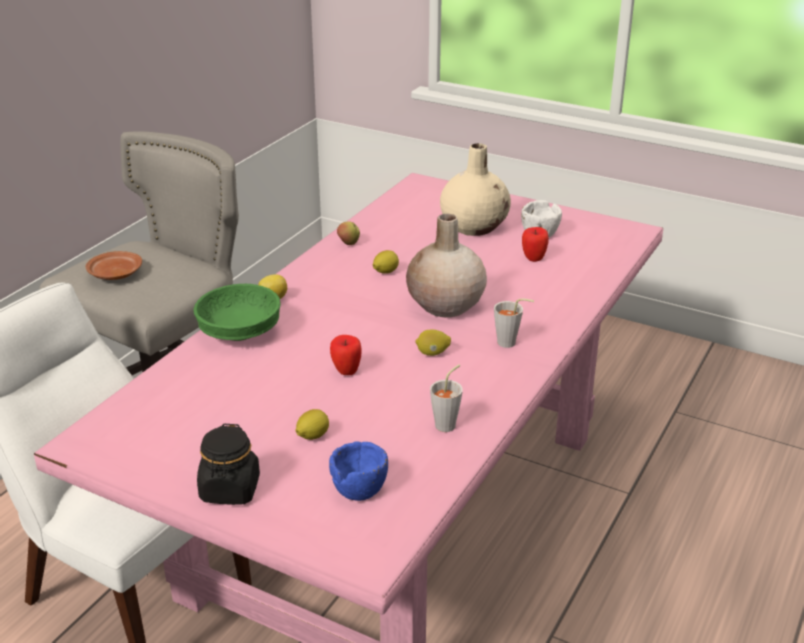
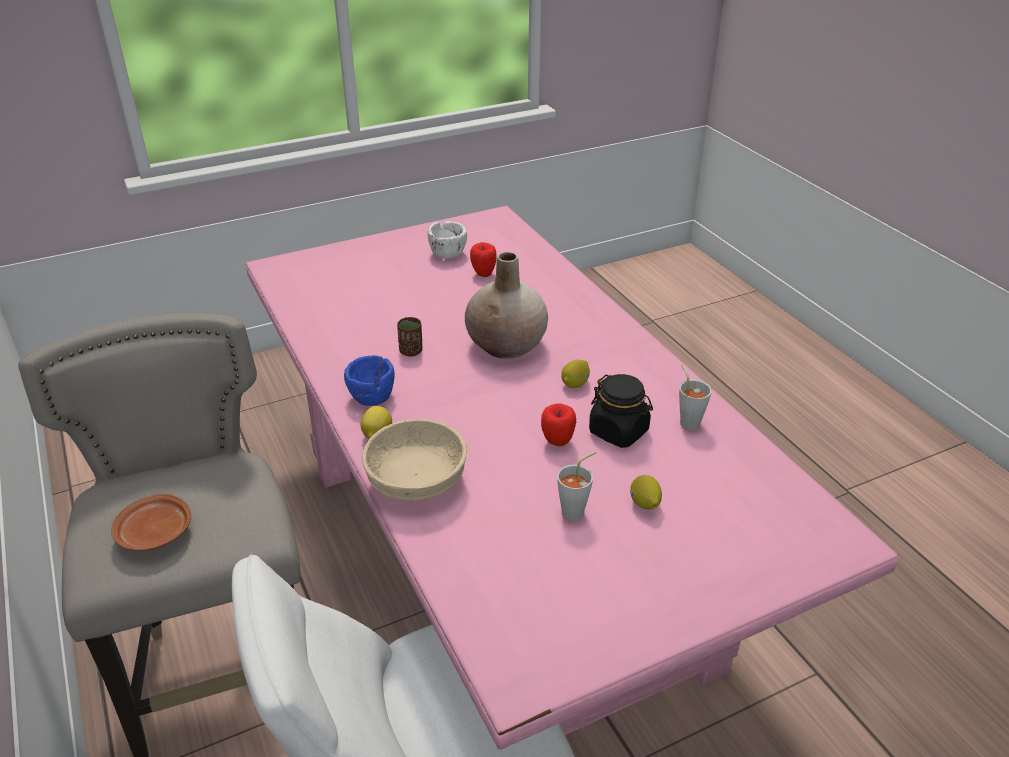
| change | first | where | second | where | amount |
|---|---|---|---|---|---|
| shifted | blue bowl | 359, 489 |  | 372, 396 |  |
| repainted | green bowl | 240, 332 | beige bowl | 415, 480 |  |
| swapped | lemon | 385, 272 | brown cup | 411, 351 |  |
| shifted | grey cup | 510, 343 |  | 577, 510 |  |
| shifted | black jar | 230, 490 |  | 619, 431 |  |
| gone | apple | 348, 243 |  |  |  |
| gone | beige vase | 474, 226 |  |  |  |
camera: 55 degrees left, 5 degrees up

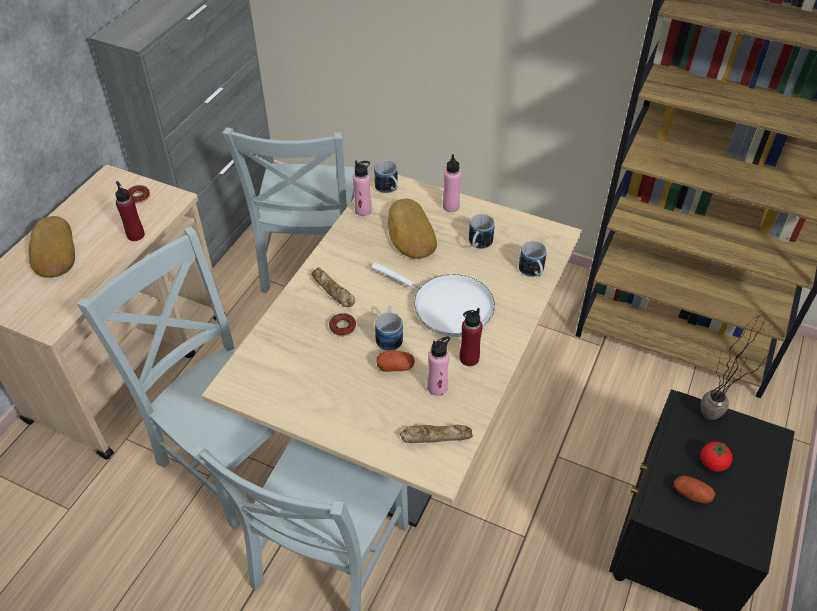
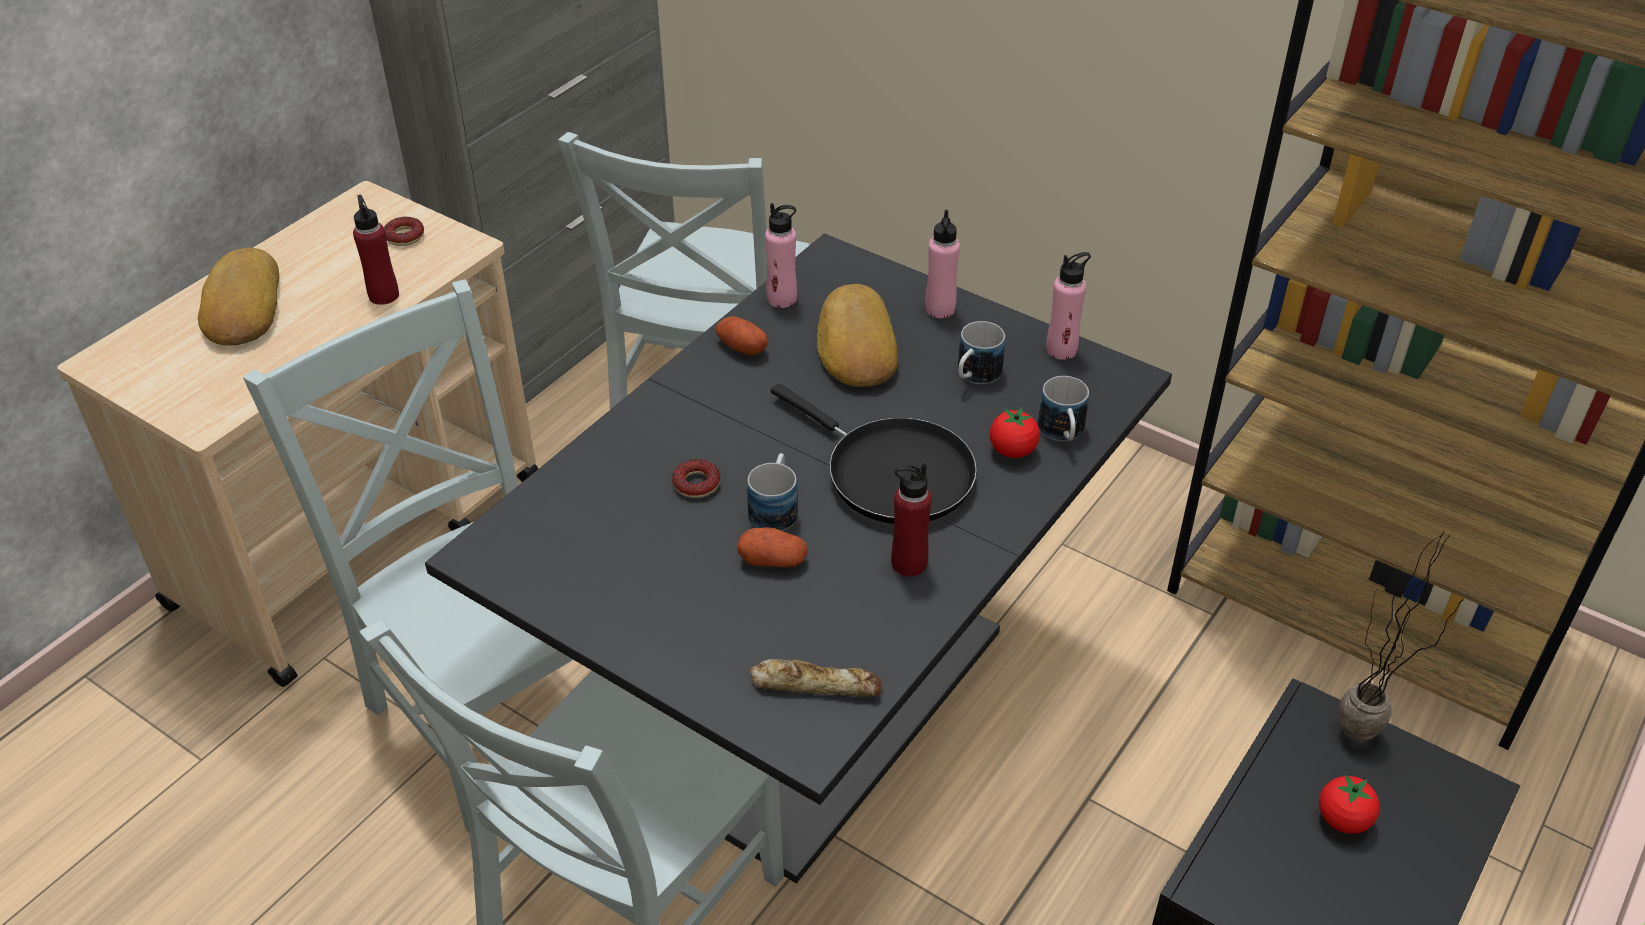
| change | first | where | second | where | amount |
|---|---|---|---|---|---|
| repainted | beige dining table | 408, 424 | black dining table | 822, 703 |  |
| shifted | potato | 691, 494 |  | 741, 347 |  |
| repainted | white frying pan | 447, 307 | black frying pan | 891, 473 |  |
| new |  |  | tomato | 1012, 450 |  |
| shifted | pink bottle | 437, 387 |  | 1061, 349 |  |
| gone | bread | 332, 291 |  |  |  |
| gone | mug | 388, 189 |  |  |  |
camera: 10 degrees right, 5 degrees down

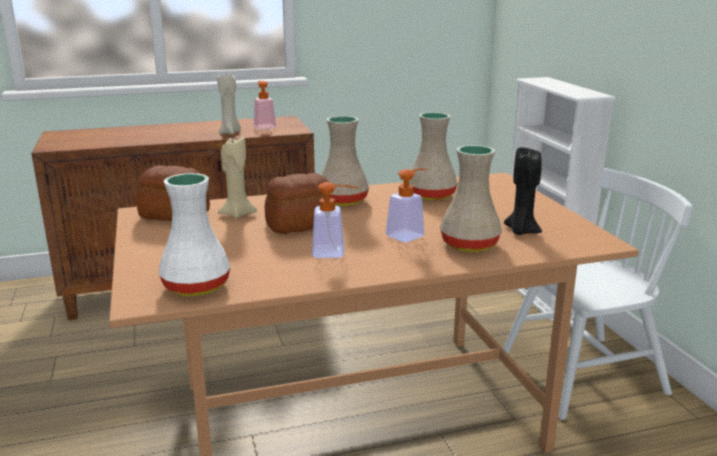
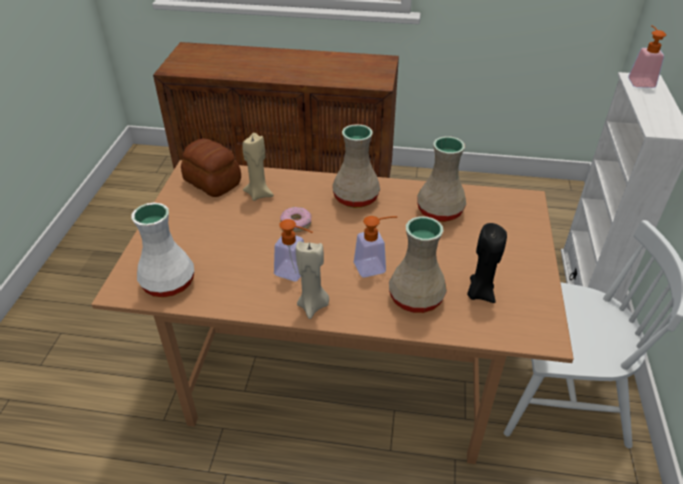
| change | first | where | second | where | amount |
|---|---|---|---|---|---|
| swapped | bread | 299, 224 | donut | 296, 223 |  |
| shifted | beige candle | 230, 133 |  | 313, 306 |  |
| shifted | soap dispenser | 264, 126 |  | 639, 81 |  |
camera: 25 degrees right, 20 degrees up

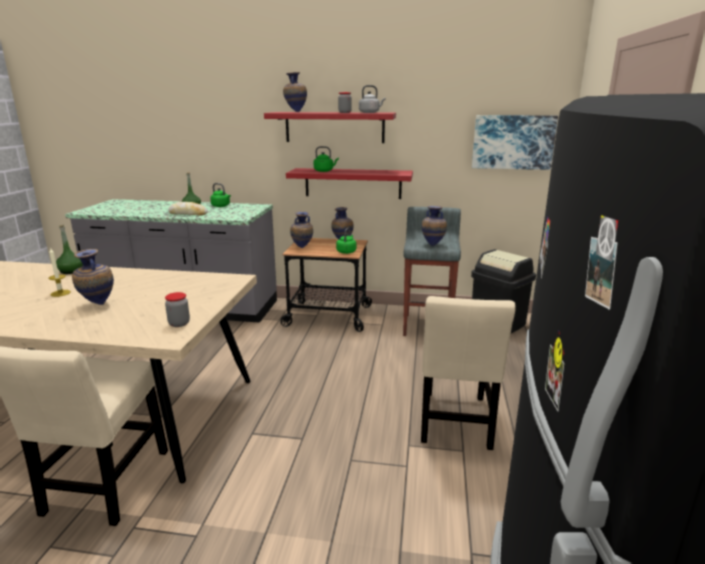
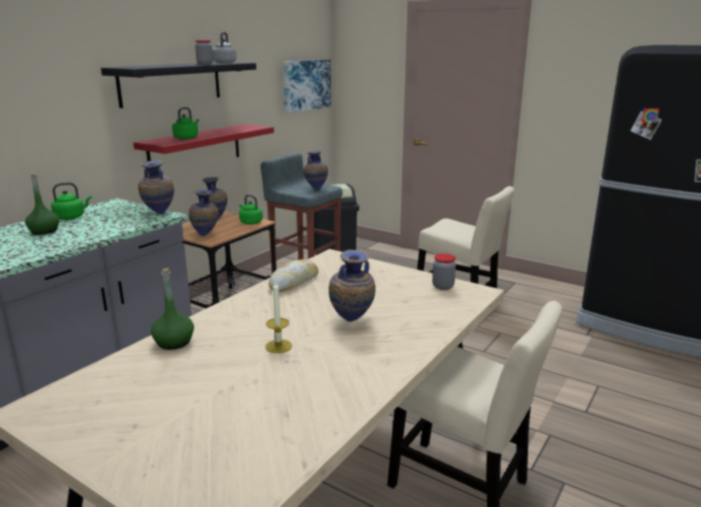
| change | first | where | second | where | amount |
|---|---|---|---|---|---|
| repainted | red shelf | 334, 127 | black shelf | 171, 83 |  |
| shifted | vase | 295, 112 |  | 158, 214 |  |
| shifted | bread | 188, 214 |  | 294, 281 |  |
camera: 65 degrees left, 0 degrees up

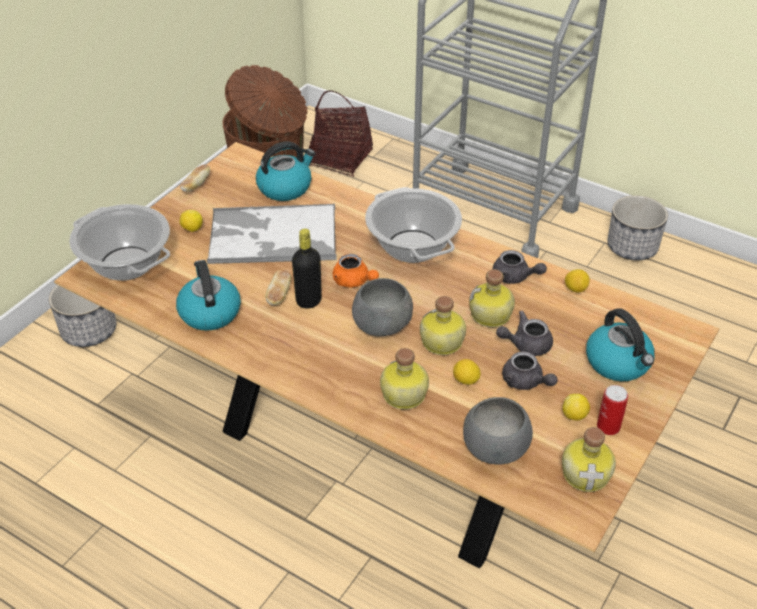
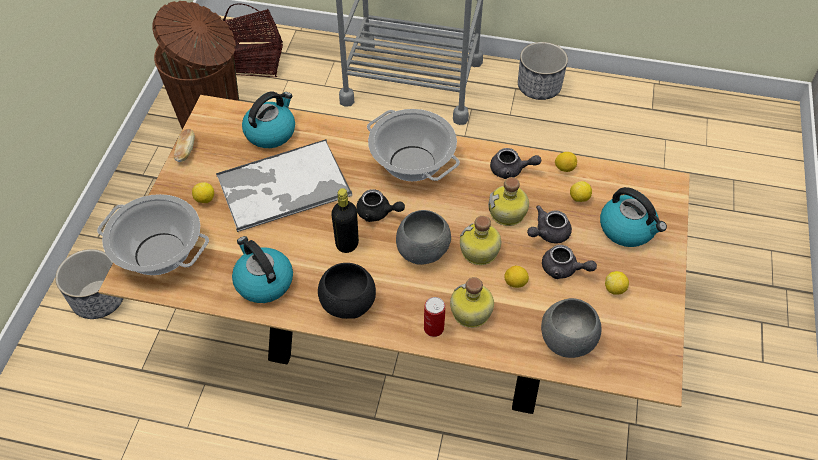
| change | first | where | second | where | amount |
|---|---|---|---|---|---|
| new |  |  | black bowl | 347, 305 |  |
| repainted | orange teapot | 354, 281 | black teapot | 378, 213 |  |
| shifted | can | 608, 426 |  | 433, 328 |  |
| new |  |  | lemon | 579, 198 |  |
| gone | bread | 279, 294 |  |  |  |
| gone | bottle | 587, 473 |  |  |  |
camera: 20 degrees left, 10 degrees up

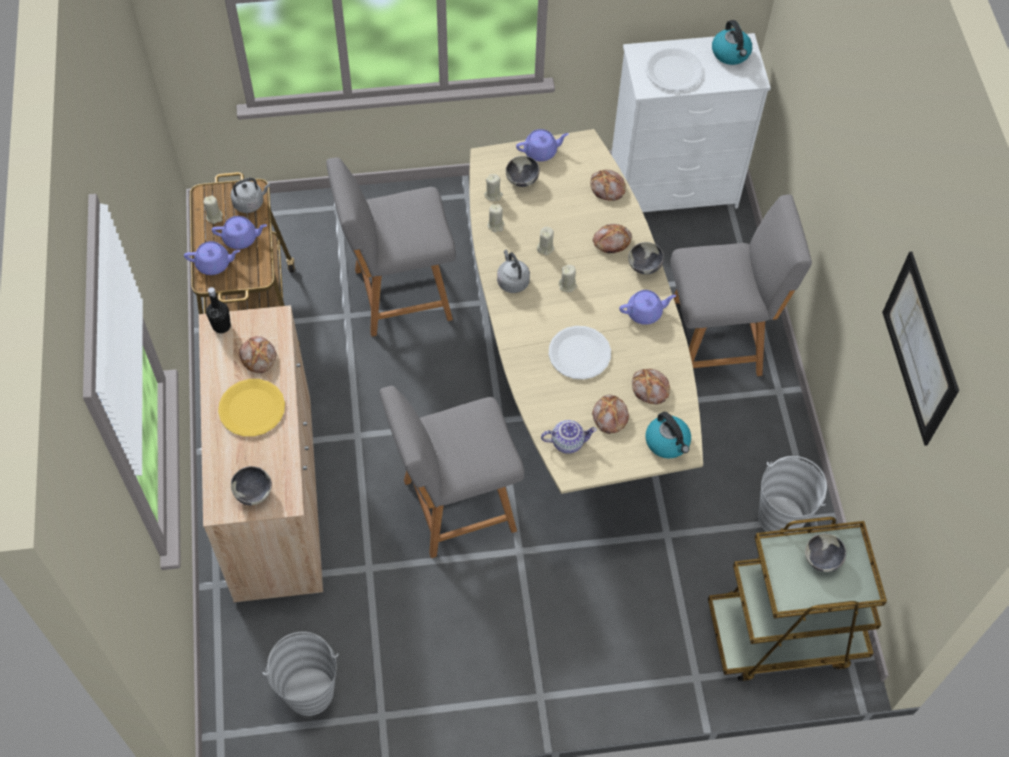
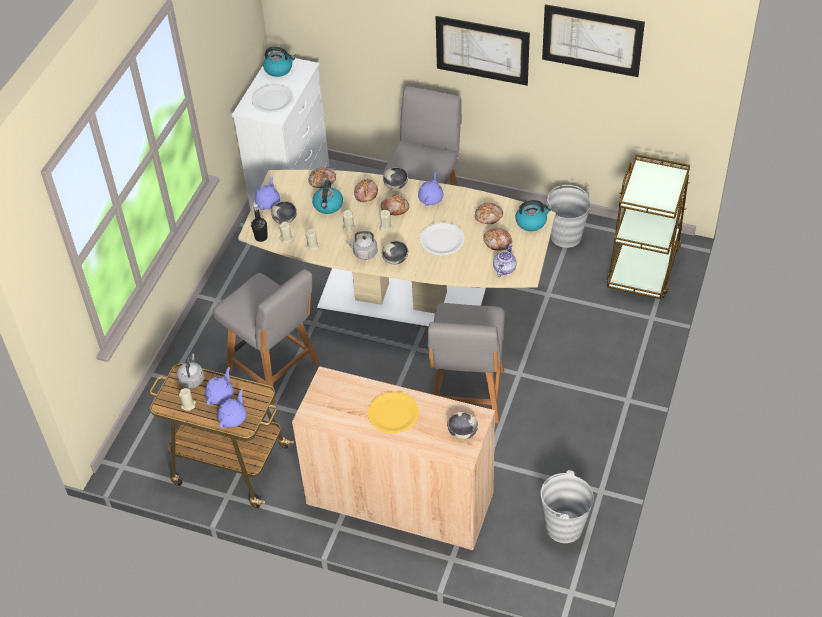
| change | first | where | second | where | amount |
|---|---|---|---|---|---|
| rotated | grey chair | 398, 295 |  | 275, 369 | 60 degrees counterclockwise |
| shifted | black bottle | 221, 326 |  | 261, 237 |  |
| new |  |  | kettle | 328, 206 |  |
| shifted | bread | 259, 357 |  | 395, 208 |  |
| shifted | bowl | 822, 559 |  | 395, 260 |  |
| new |  |  | picture | 482, 50 |  |
camera: 60 degrees left, 10 degrees down

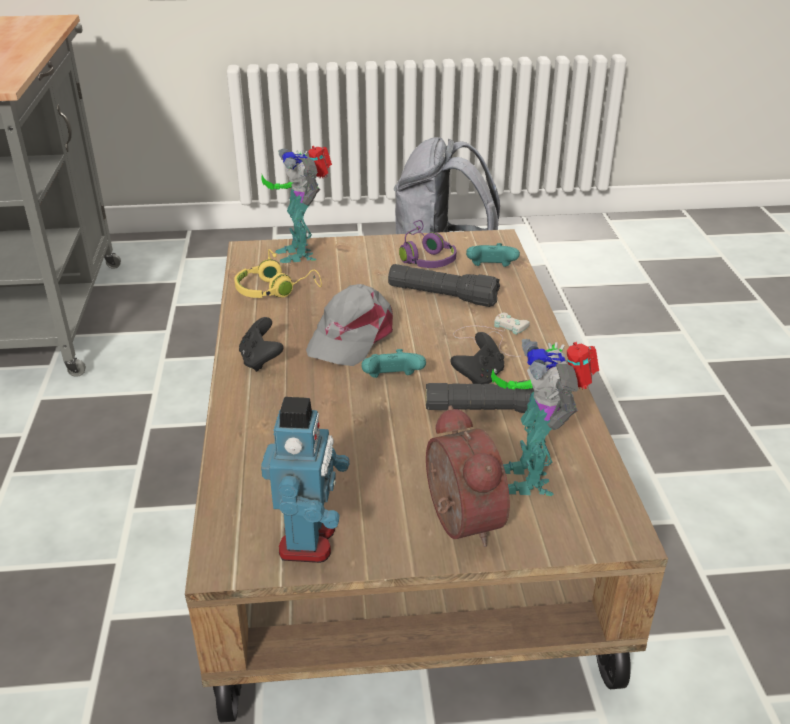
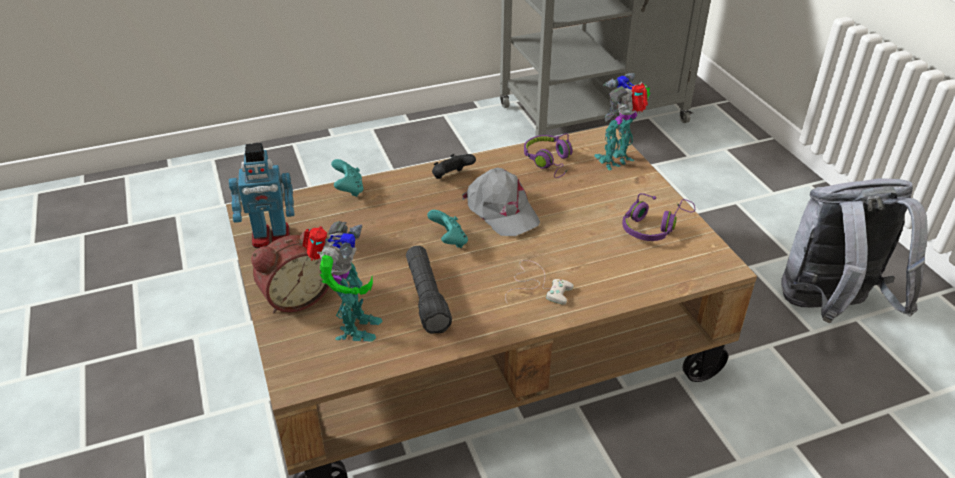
| change | first | where | second | where | amount |
|---|---|---|---|---|---|
| rotated | toy robot | 531, 475 |  | 352, 328 | 120 degrees clockwise |
| shifted | turquoise game controller | 491, 269 |  | 349, 190 |  |
| rotated | grey cap | 351, 336 |  | 501, 210 | 135 degrees counterclockwise |
| repainted | yellow headphones | 275, 290 | purple headphones | 550, 162 |  |
| gone | black flashlight | 442, 296 |  |  |  |
| gone | black game controller | 479, 377 |  |  |  |
camera: 75 degrees right, 5 degrees up

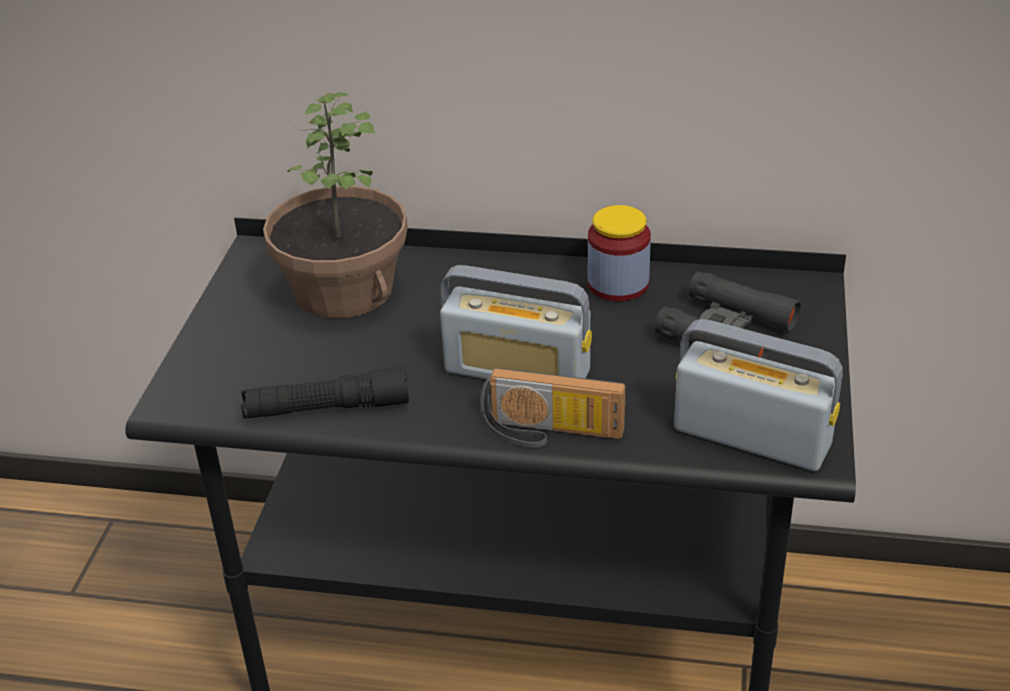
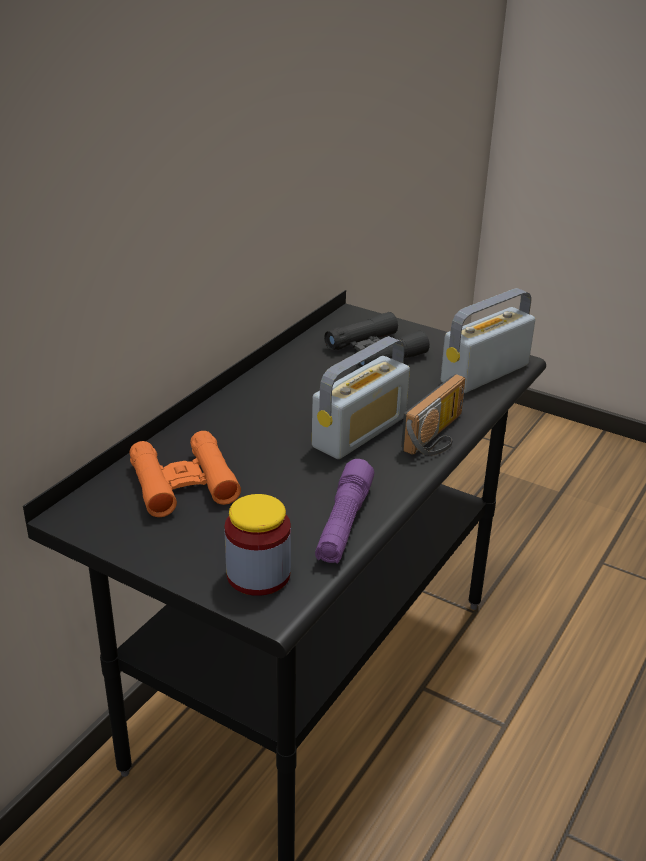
| change | first | where | second | where | amount |
|---|---|---|---|---|---|
| swapped | potted plant | 342, 290 | orange binoculars | 183, 483 |  |
| shifted | jar | 618, 284 |  | 258, 574 |  |
| repainted | black flashlight | 327, 408 | purple flashlight | 344, 523 |  |
camera: 70 degrees left, 5 degrees down

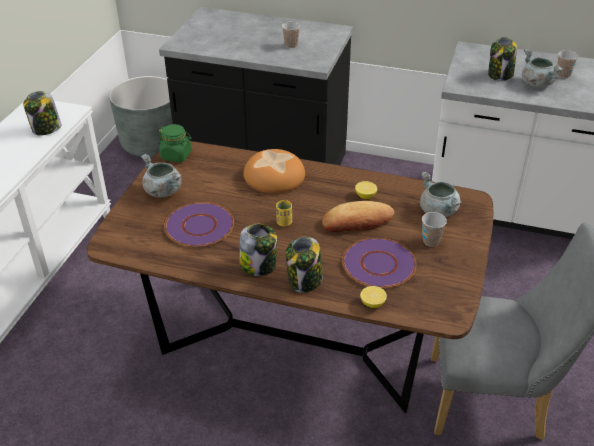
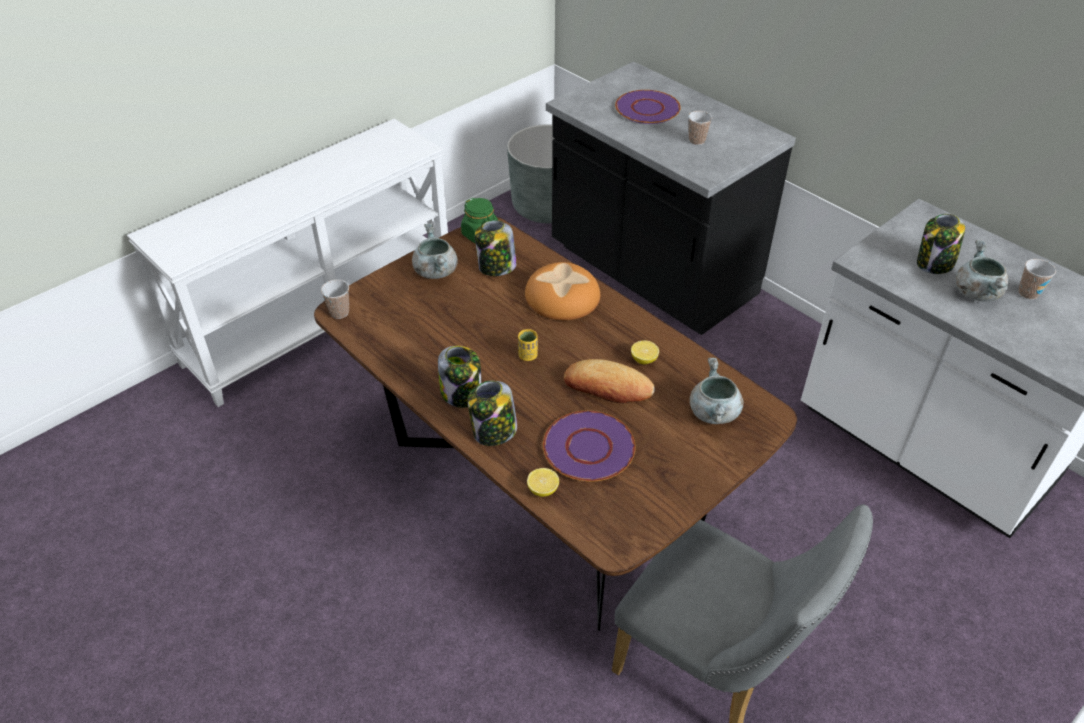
| change | first | where | second | where | amount |
|---|---|---|---|---|---|
| shifted | cup | 431, 241 |  | 339, 312 |  |
| shifted | jar | 46, 129 |  | 496, 267 |  |
| shifted | purple plate | 200, 226 |  | 647, 109 |  |
camera: 30 degrees right, 5 degrees up

